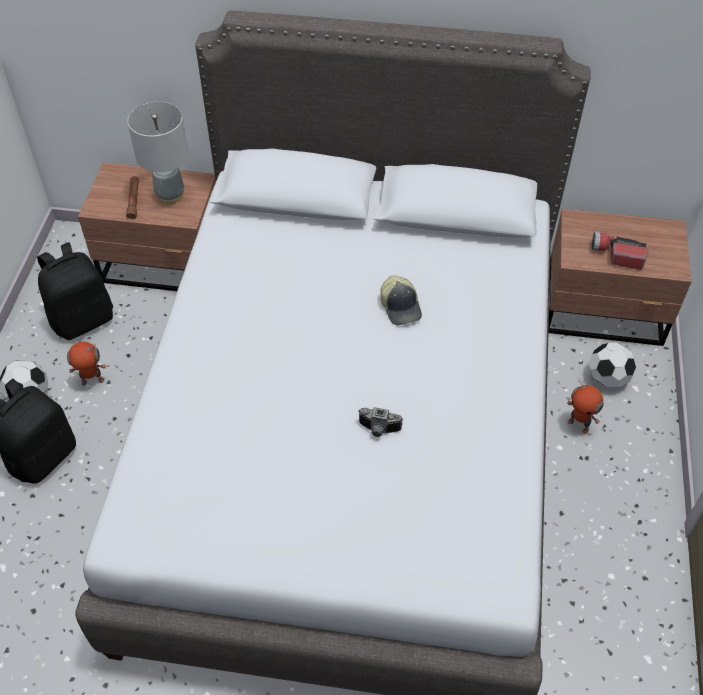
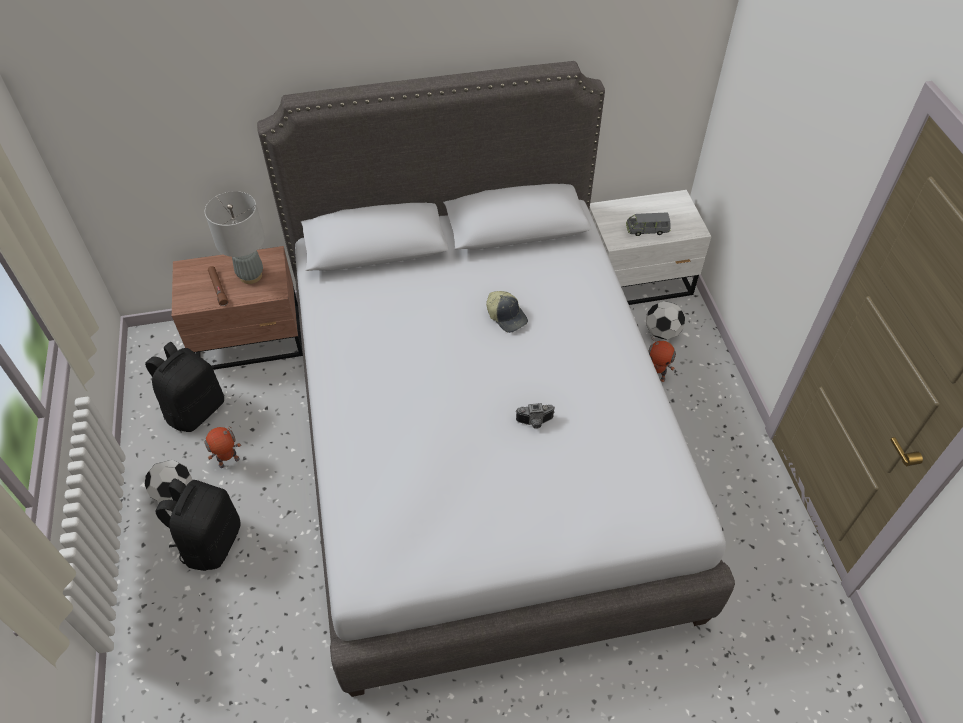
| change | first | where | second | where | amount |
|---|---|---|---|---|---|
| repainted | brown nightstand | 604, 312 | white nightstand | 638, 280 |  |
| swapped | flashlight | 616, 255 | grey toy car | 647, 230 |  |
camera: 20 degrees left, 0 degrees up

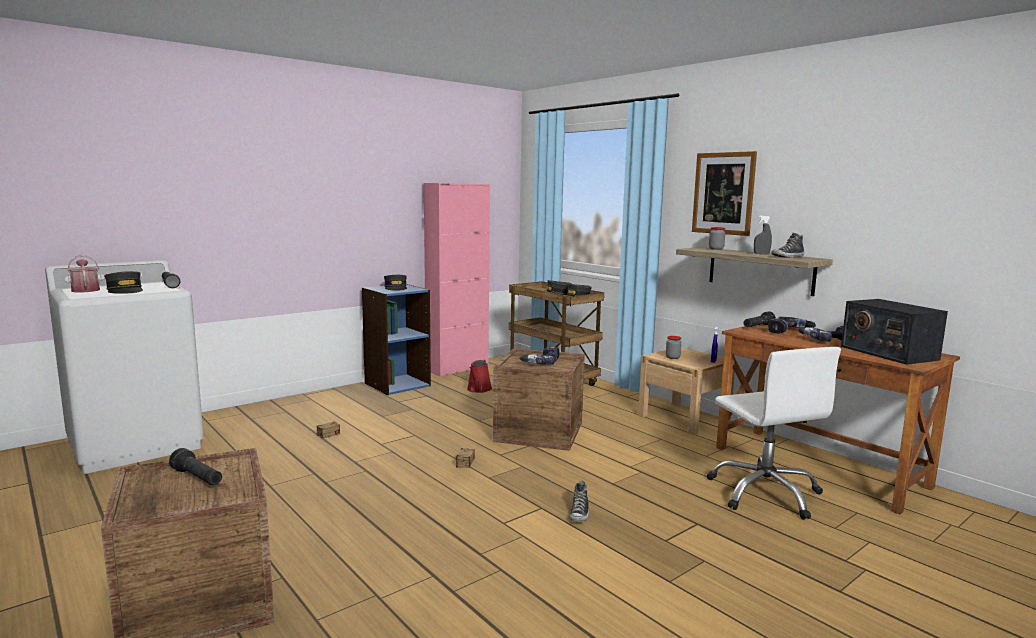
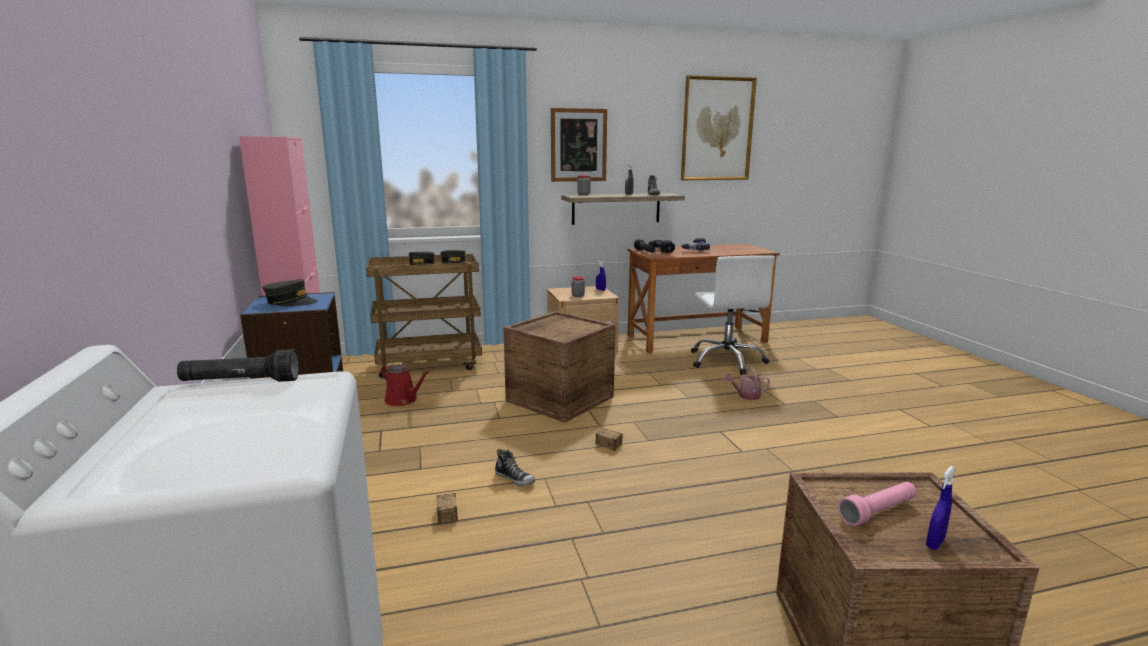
| change | first | where | second | where | amount |
|---|---|---|---|---|---|
| shifted | shoe | 579, 514 |  | 515, 479 |  |
| new |  |  | picture | 717, 129 |  |
| rotated | white office chair | 765, 493 |  | 727, 361 | 75 degrees clockwise |
| shifted | watering can | 85, 290 |  | 746, 396 |  |
| repainted | black flashlight | 198, 478 | pink flashlight | 878, 512 |  |
| new |  |  | blue spray bottle | 935, 543 |  |
| gone | grey cap | 125, 290 |  |  |  |
| gone | power drill | 541, 362 |  |  |  |
| gone | radio | 888, 353 |  |  |  |
camera: 65 degrees left, 5 degrees up

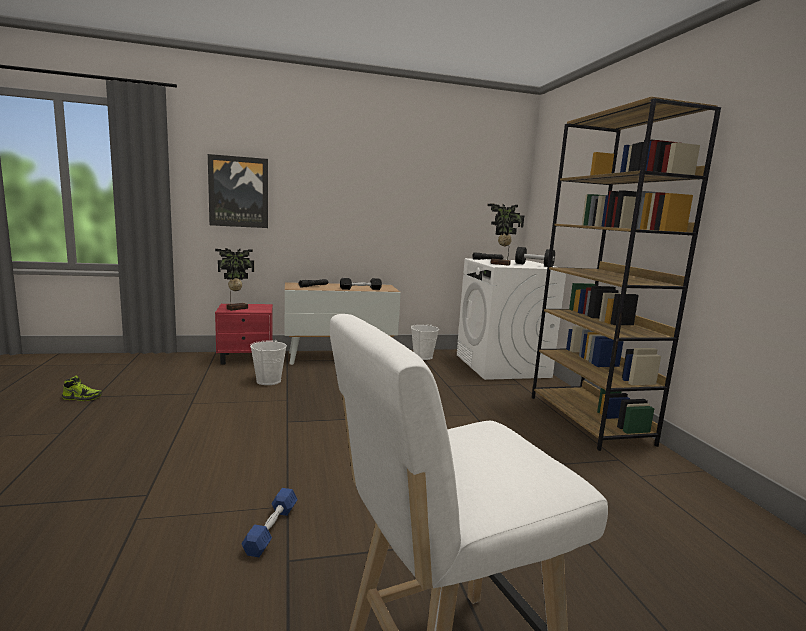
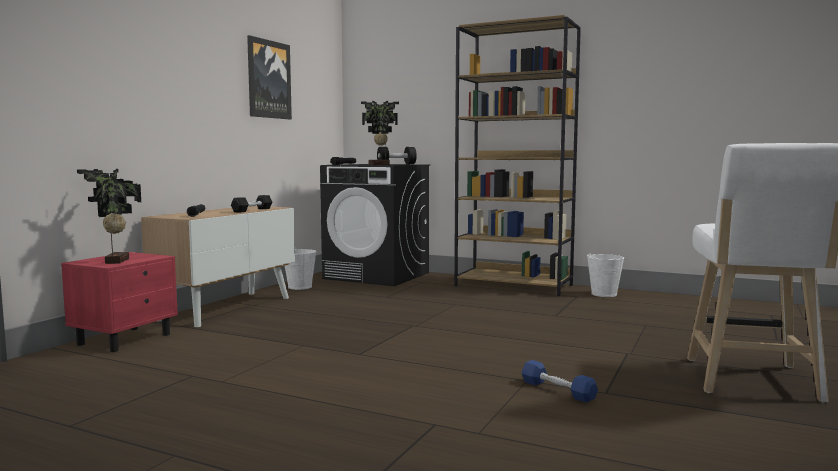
| change | first | where | second | where | amount |
|---|---|---|---|---|---|
| shifted | picture | 238, 192 |  | 268, 79 |  |
| repainted | white washing machine | 502, 366 | black washing machine | 377, 276 |  |
| shifted | white bucket | 269, 381 |  | 604, 294 |  |
| gone | shoe | 82, 398 |  |  |  |
camera: 50 degrees left, 5 degrees down

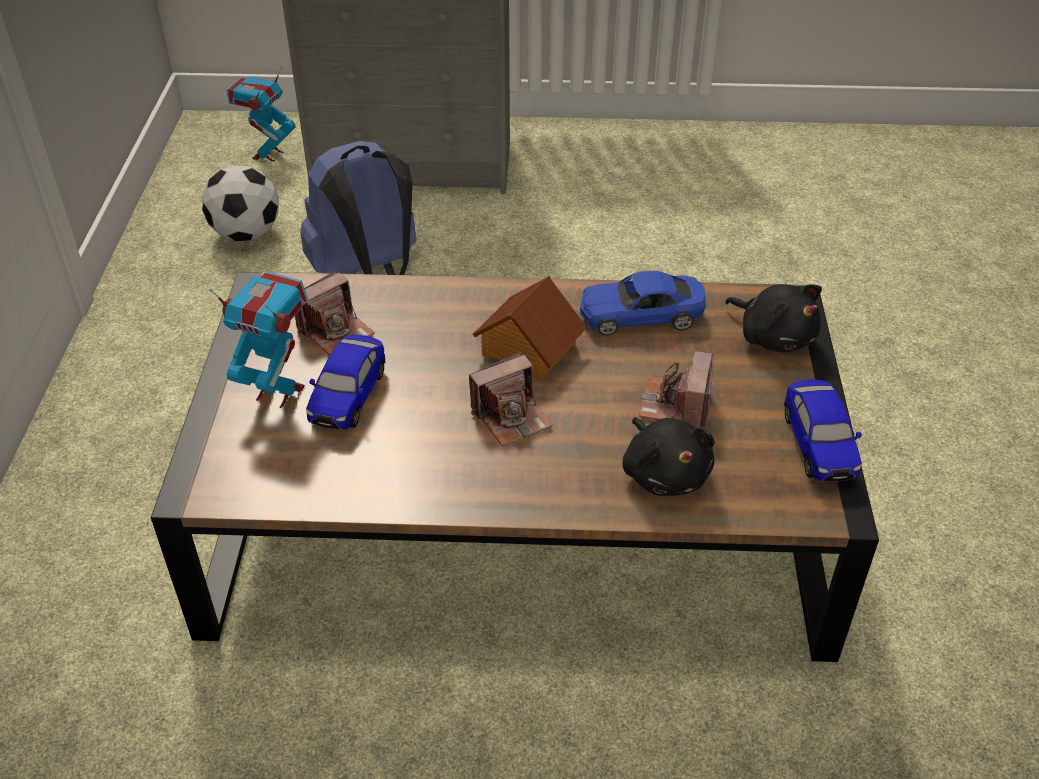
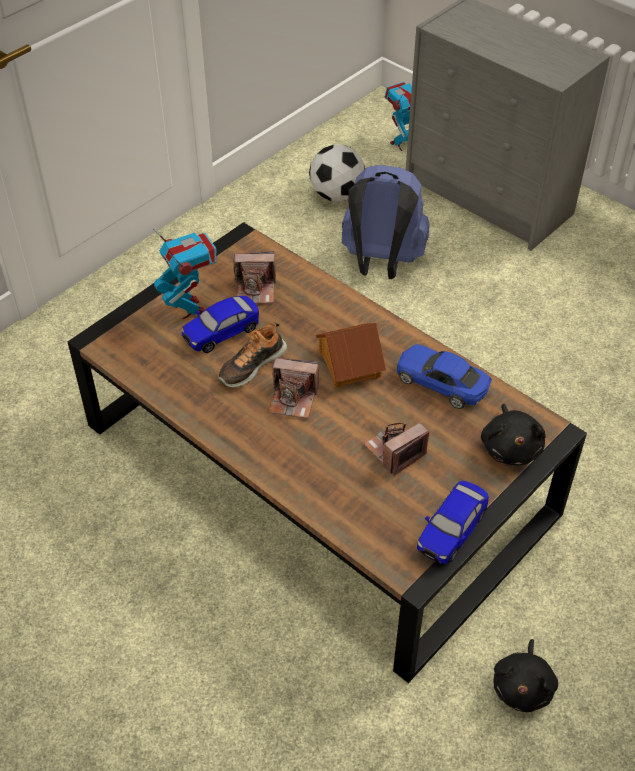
| change | first | where | second | where | amount |
|---|---|---|---|---|---|
| new |  |  | shoe | 251, 365 |  |
| shifted | black plush toy | 664, 473 |  | 523, 686 |  |
camera: 40 degrees right, 5 degrees up

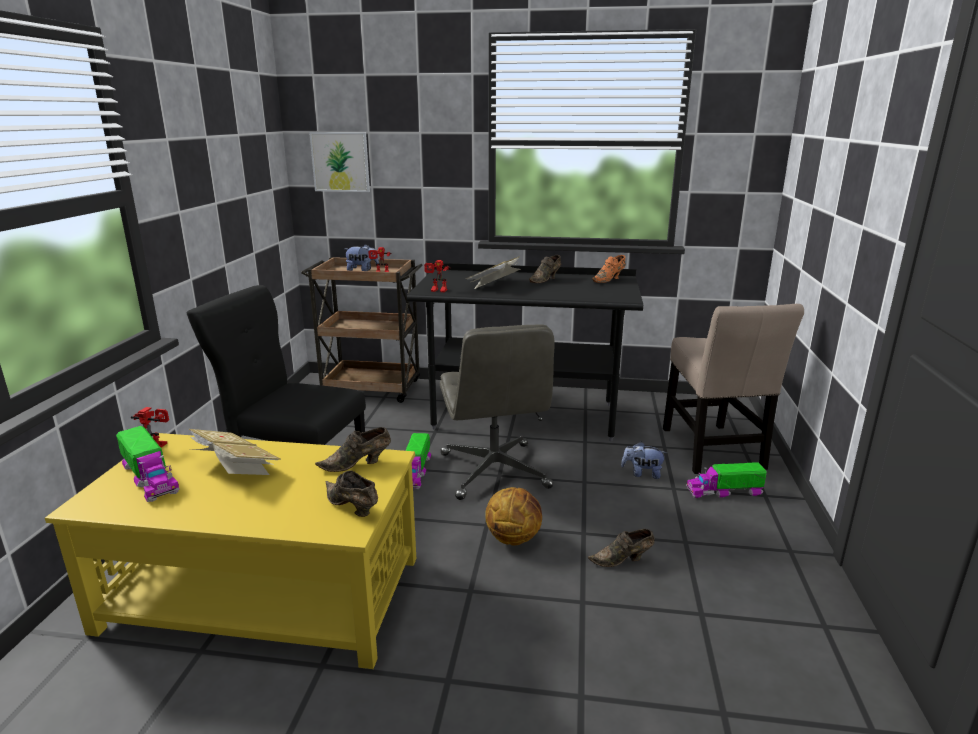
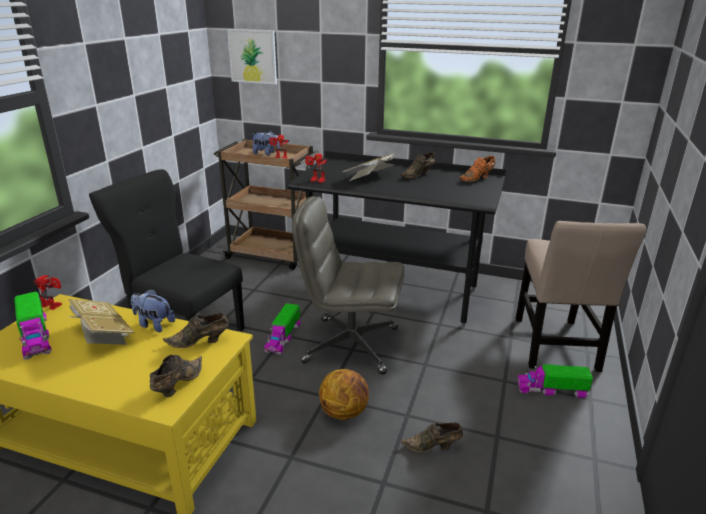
| change | first | where | second | where | amount |
|---|---|---|---|---|---|
| shifted | plush toy | 642, 473 |  | 153, 324 |  |
| rotated | brown shoe | 352, 507 |  | 177, 385 | 60 degrees clockwise |
| rotated | grey office chair | 495, 471 |  | 349, 345 | 105 degrees clockwise |
camera: 10 degrees right, 5 degrees up

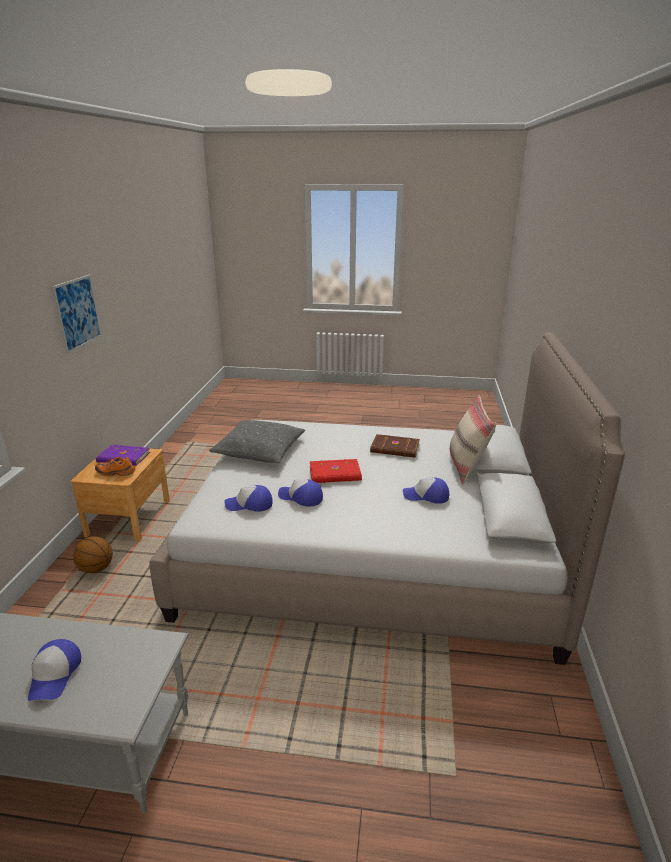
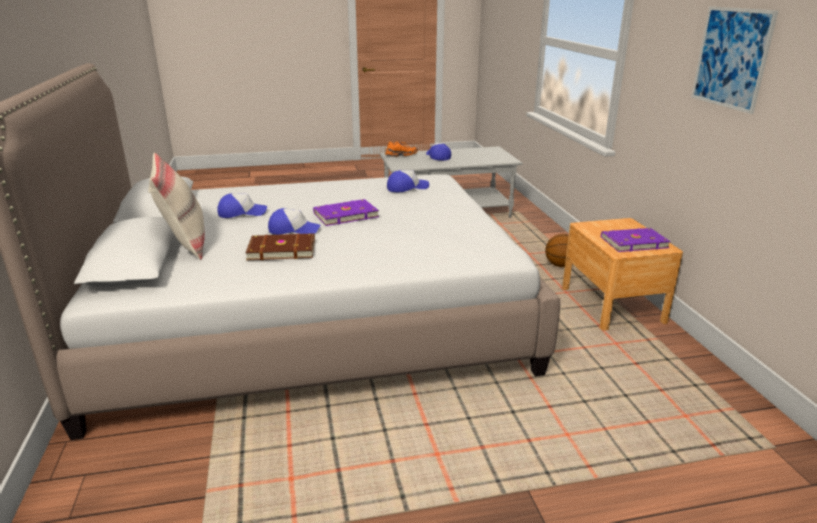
| change | first | where | second | where | amount |
|---|---|---|---|---|---|
| shifted | cap | 301, 497 |  | 294, 230 |  |
| repainted | red book | 335, 474 | purple book | 345, 215 |  |
| shifted | orange shoe | 115, 473 |  | 401, 155 |  |
| gone | grey pillow | 259, 450 |  |  |  |
camera: 160 degrees right, 0 degrees up

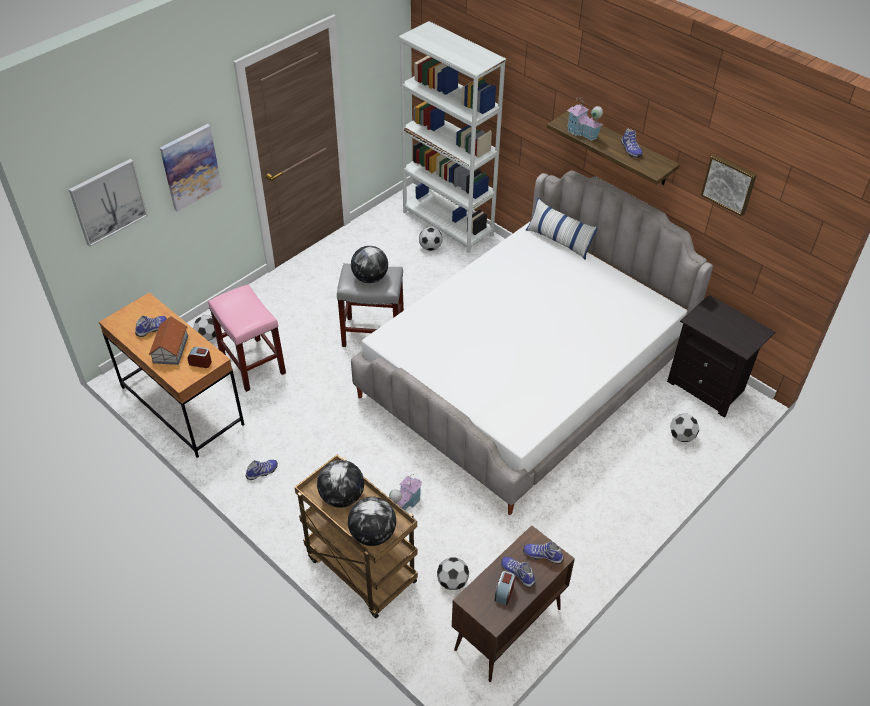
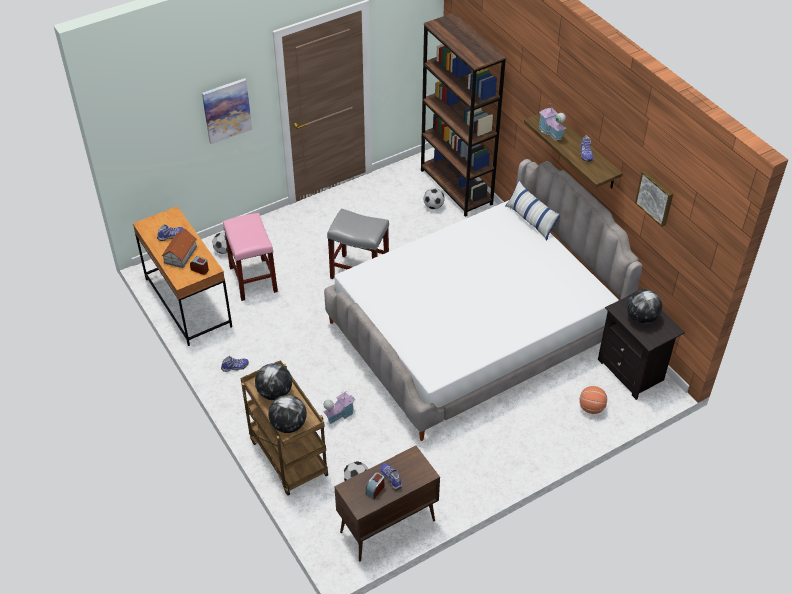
| change | first | where | second | where | amount |
|---|---|---|---|---|---|
| repainted | white bookcase | 448, 223 | brown bookcase | 456, 187 |  |
| swapped | football | 681, 436 | basketball | 591, 408 |  |
| shifted | globe | 370, 278 |  | 641, 317 |  |
| gone | picture | 108, 202 |  |  |  |
| gone | shoe | 543, 555 |  |  |  |
camera: 15 degrees right, 0 degrees up

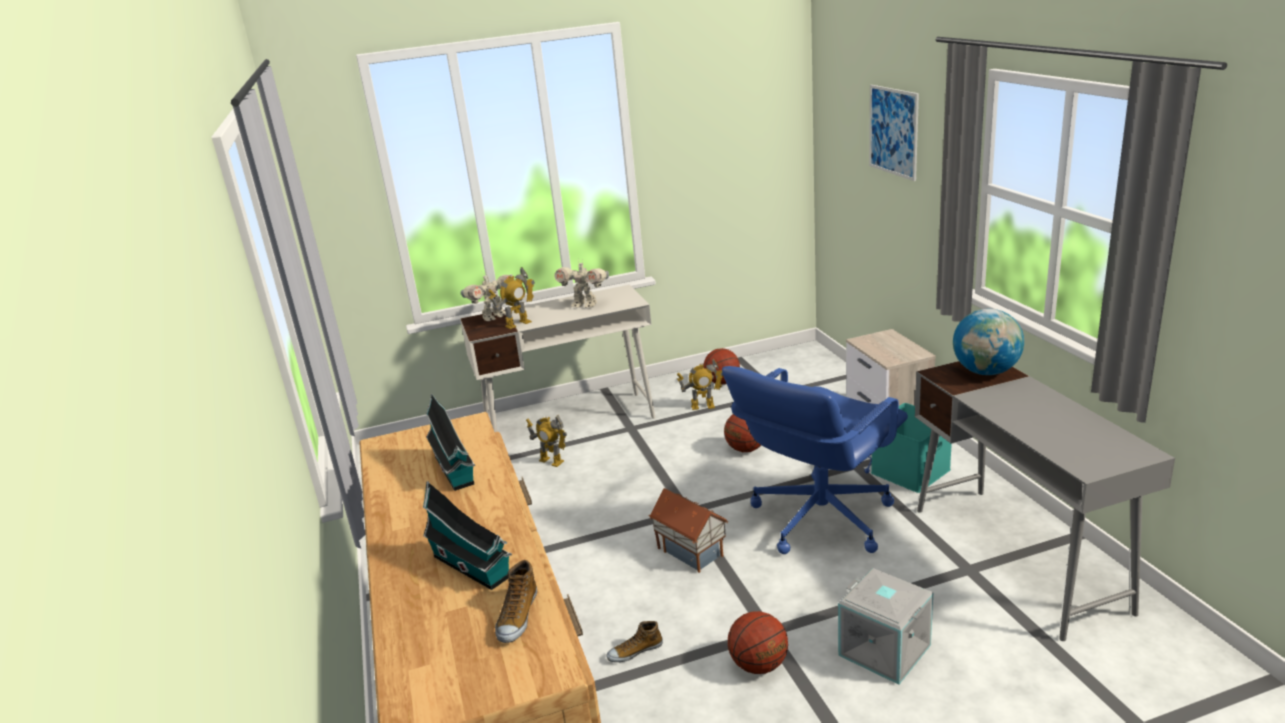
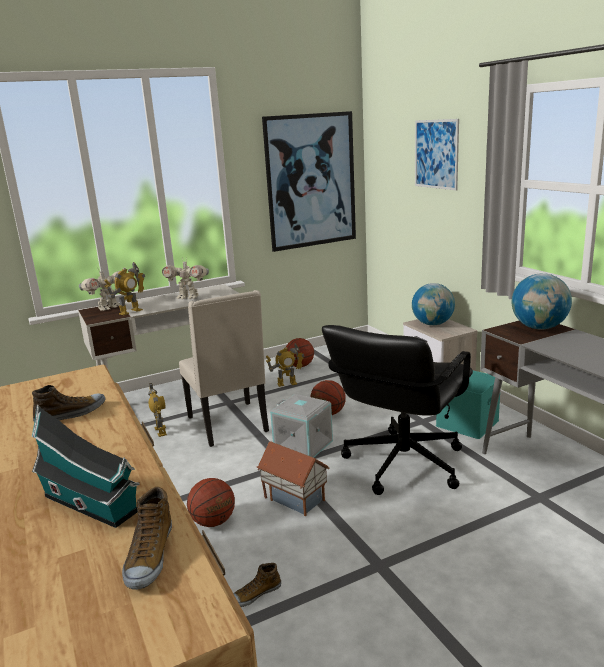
| change | first | where | second | where | amount |
|---|---|---|---|---|---|
| swapped | toy house | 455, 471 | shoe | 71, 414 |  |
| rotated | toy robot | 551, 461 |  | 161, 431 | 135 degrees counterclockwise |
| new |  |  | beige chair | 230, 425 |  |
| shifted | basketball | 758, 665 |  | 213, 522 |  |
| new |  |  | picture | 311, 181 |  |
| shifted | grey storage box | 885, 649 |  | 304, 445 |  |
| repainted | blue office chair | 819, 518 | black office chair | 402, 463 |  |
| new |  |  | globe | 432, 324 |  |
camera: 10 degrees left, 5 degrees down

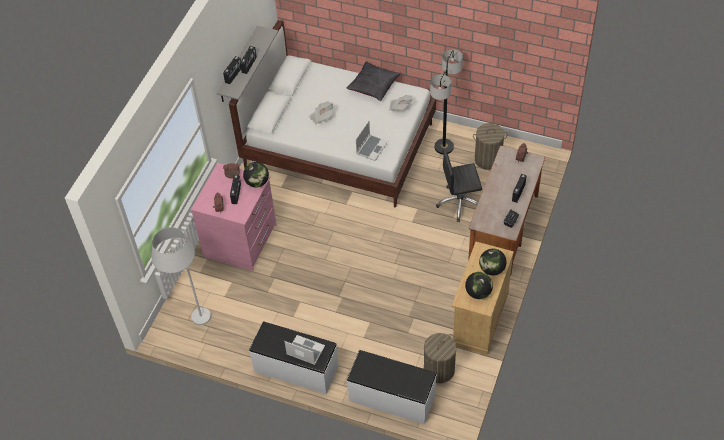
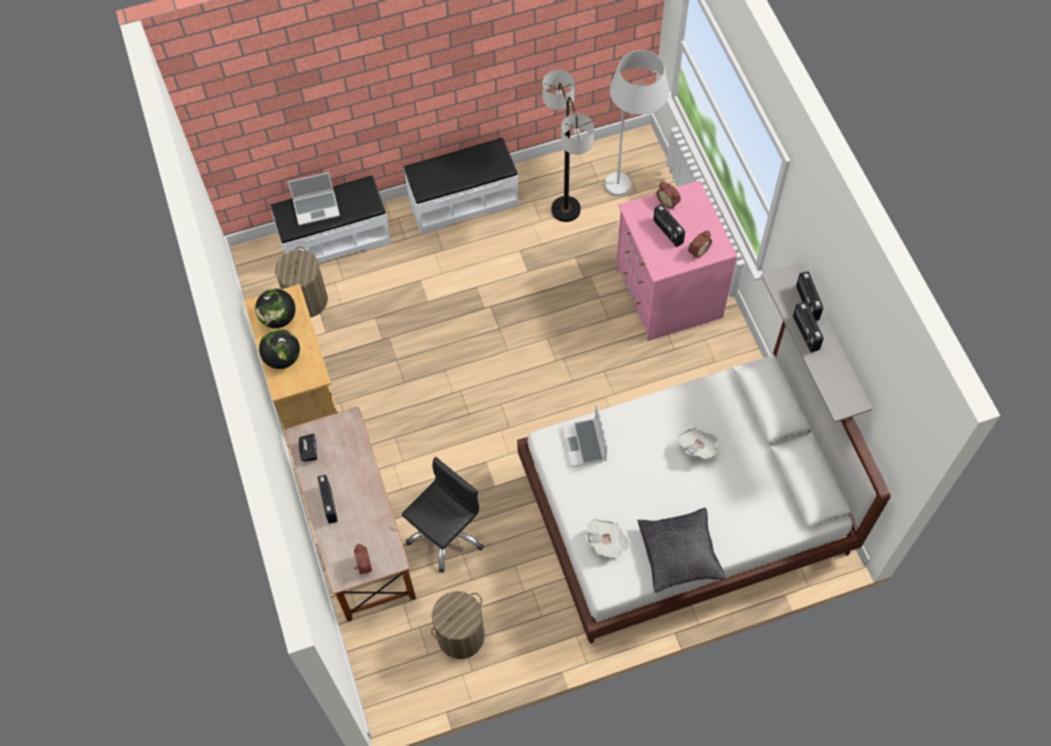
| change | first | where | second | where | amount |
|---|---|---|---|---|---|
| shifted | laptop | 305, 351 |  | 317, 207 |  |
| shifted | floor lamp | 443, 147 |  | 566, 209 |  |
| gone | globe | 257, 182 |  |  |  |
camera: 140 degrees right, 10 degrees up

